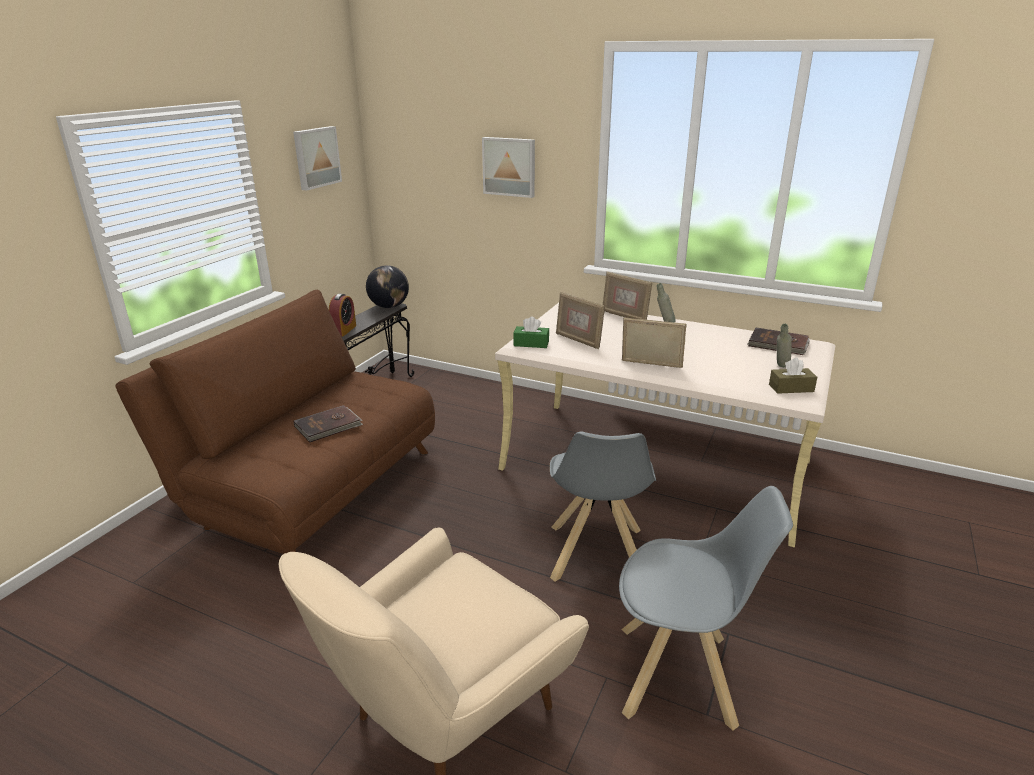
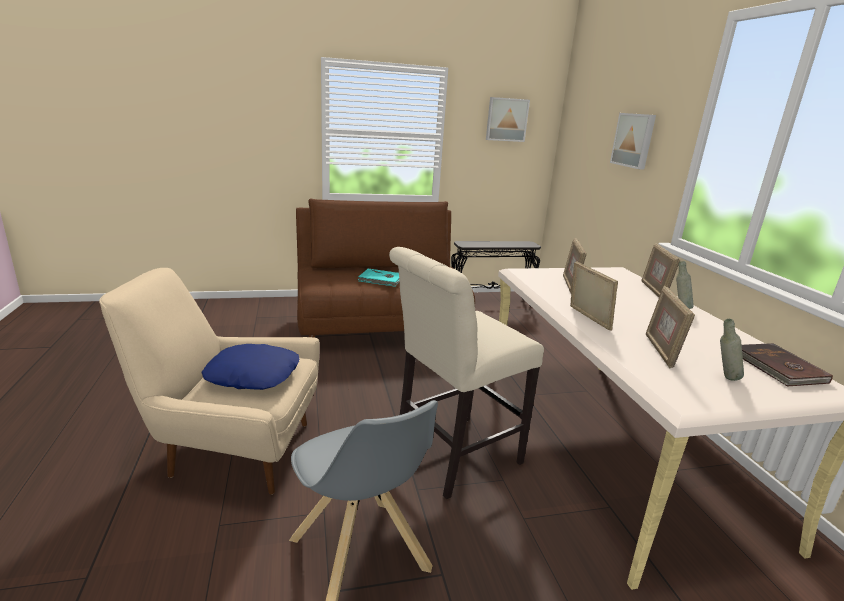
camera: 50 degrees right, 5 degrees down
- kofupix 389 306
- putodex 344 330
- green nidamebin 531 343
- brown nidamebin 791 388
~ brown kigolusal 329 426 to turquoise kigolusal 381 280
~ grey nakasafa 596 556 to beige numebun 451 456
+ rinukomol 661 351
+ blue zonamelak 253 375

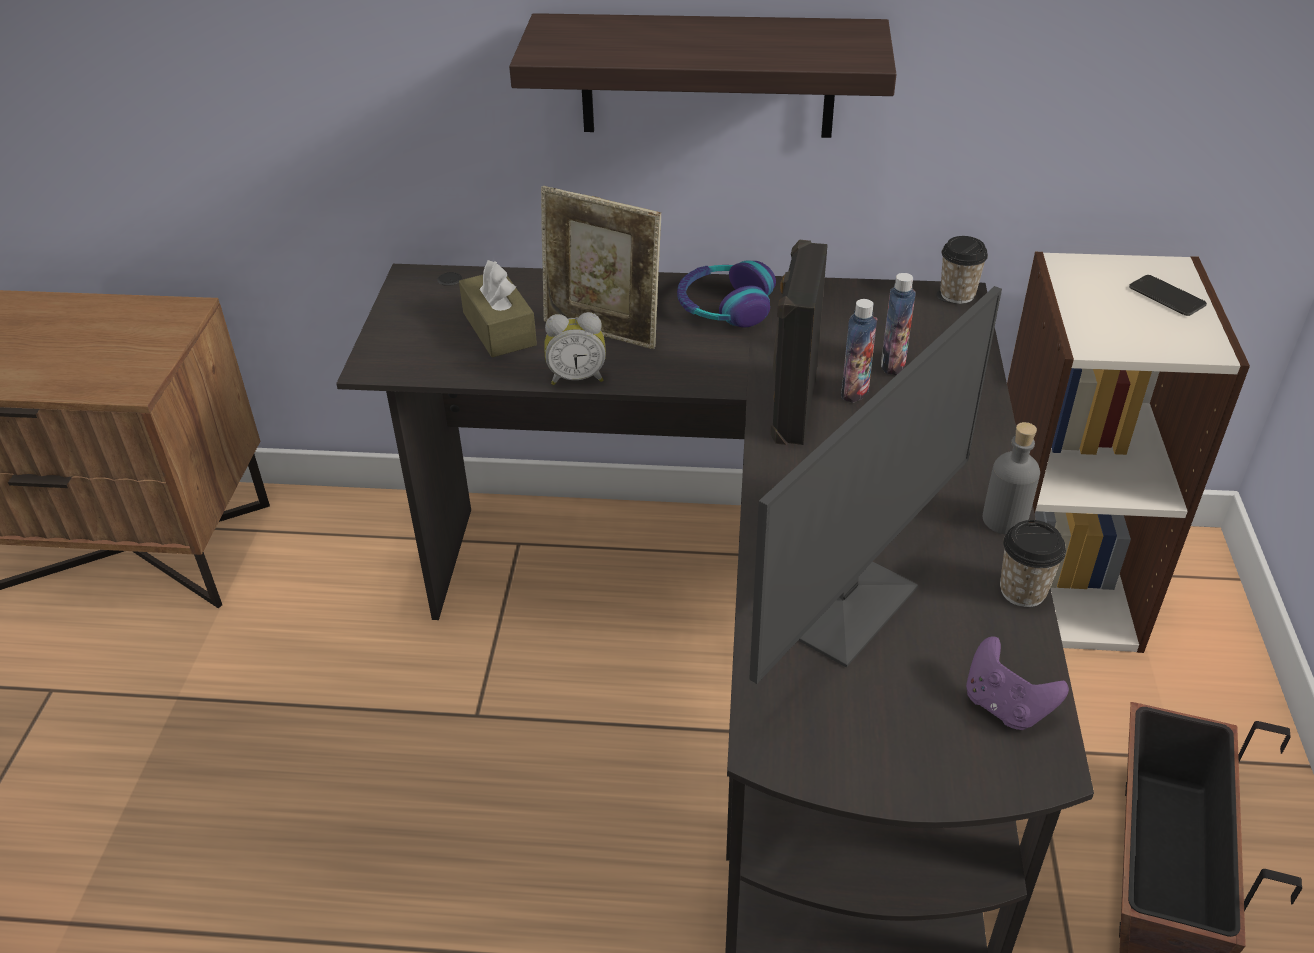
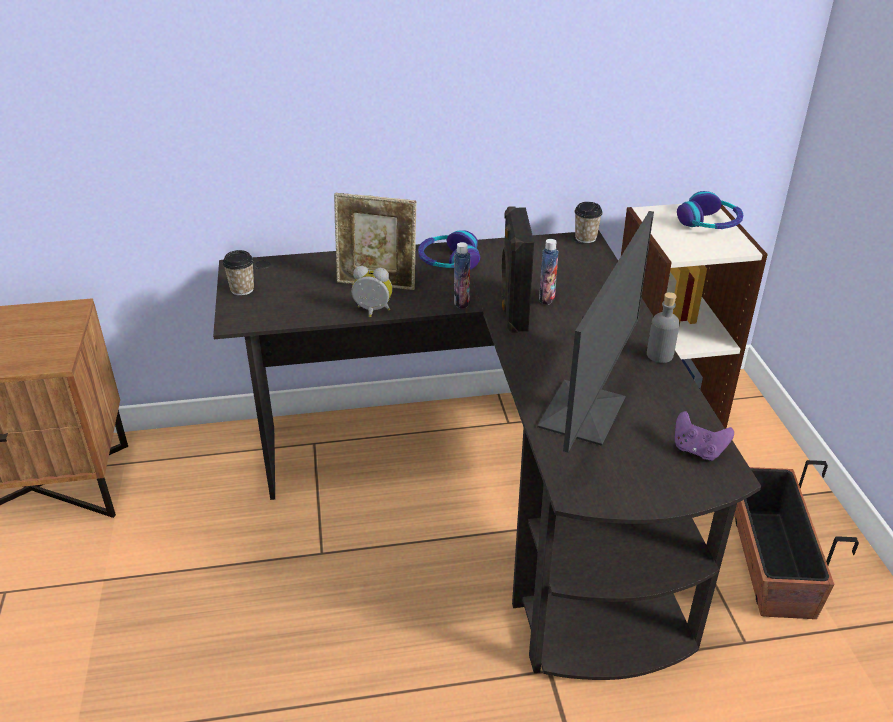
camera: 15 degrees left, 5 degrees down
- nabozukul 707 76
- brown nidamebin 499 329
~ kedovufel 893 364 to 461 302
~ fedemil 1166 296 to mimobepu 709 223
~ putodex 577 377 = 372 312 150 degrees counterclockwise
~ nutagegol 1022 591 to 242 289

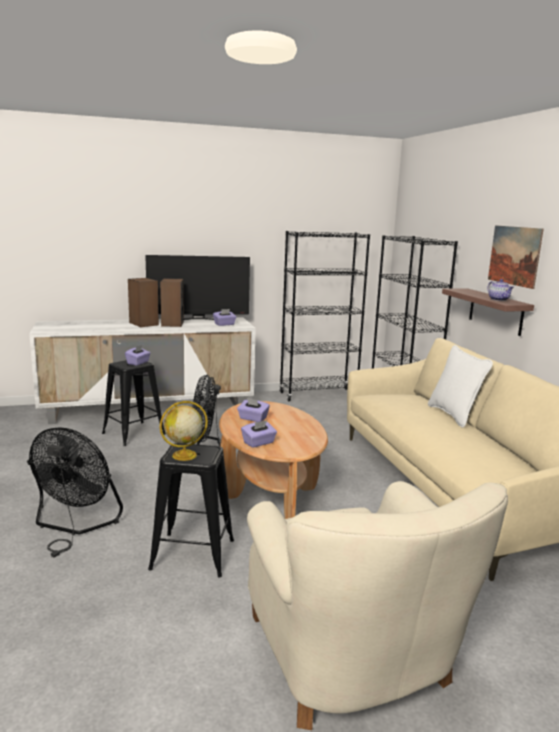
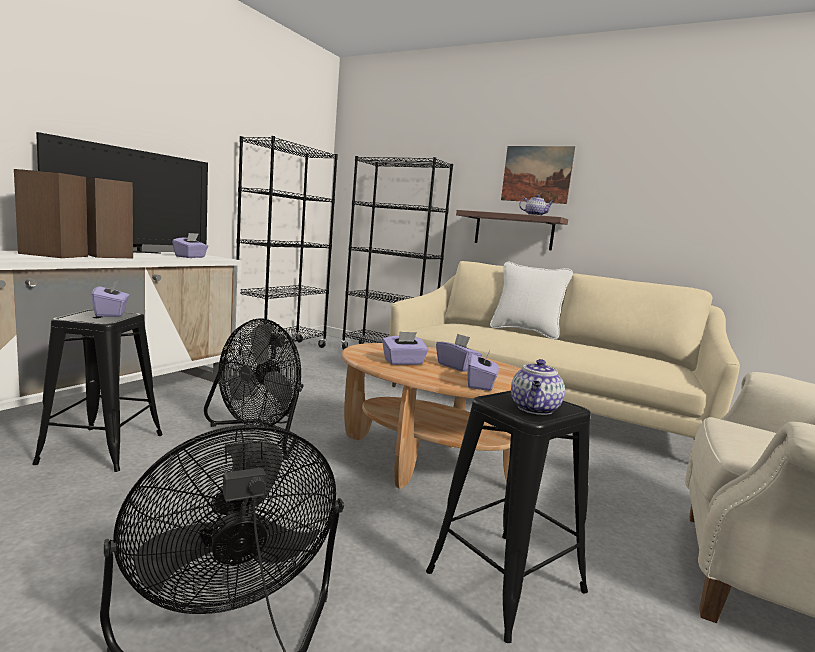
camera: 45 degrees left, 5 degrees down
~ kofupix 183 455 to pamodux 535 409
+ purple nidamebin 457 366

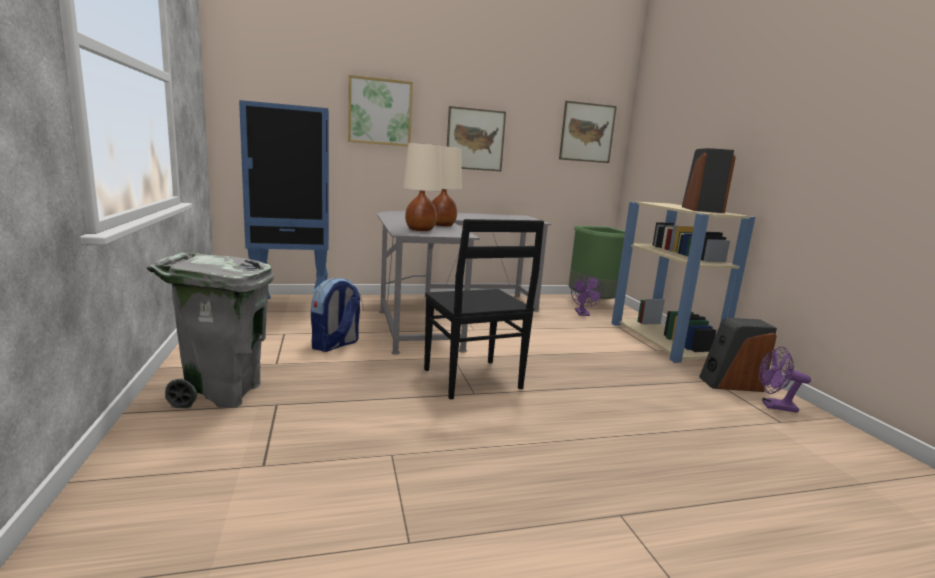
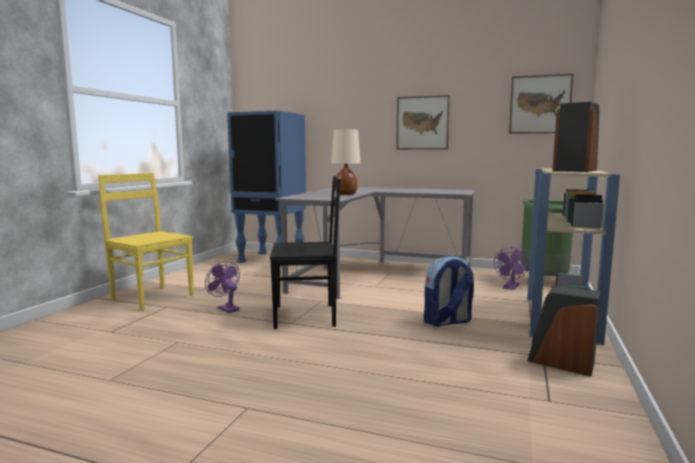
camera: 35 degrees right, 5 degrees down
- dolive 380 112
- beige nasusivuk 420 230
~ black nakasafa 473 380 = 307 316 105 degrees counterclockwise
~ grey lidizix 223 393 to yellow nakasafa 152 297
~ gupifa 335 345 to 447 322
~ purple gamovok 774 406 to 226 309

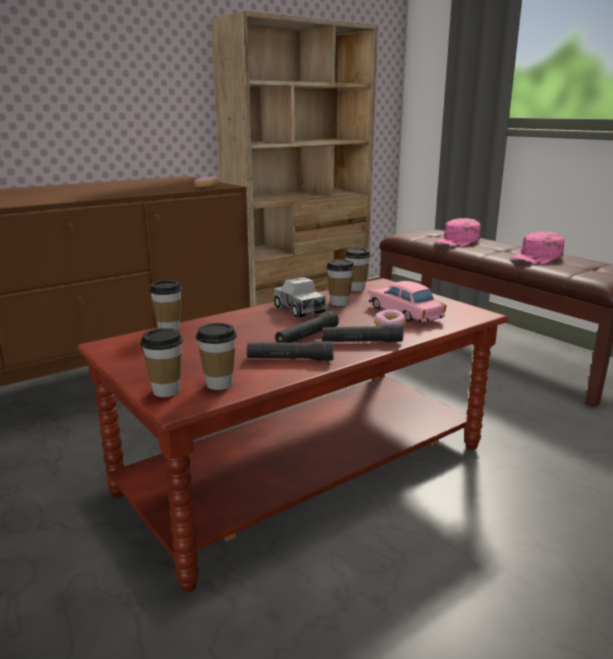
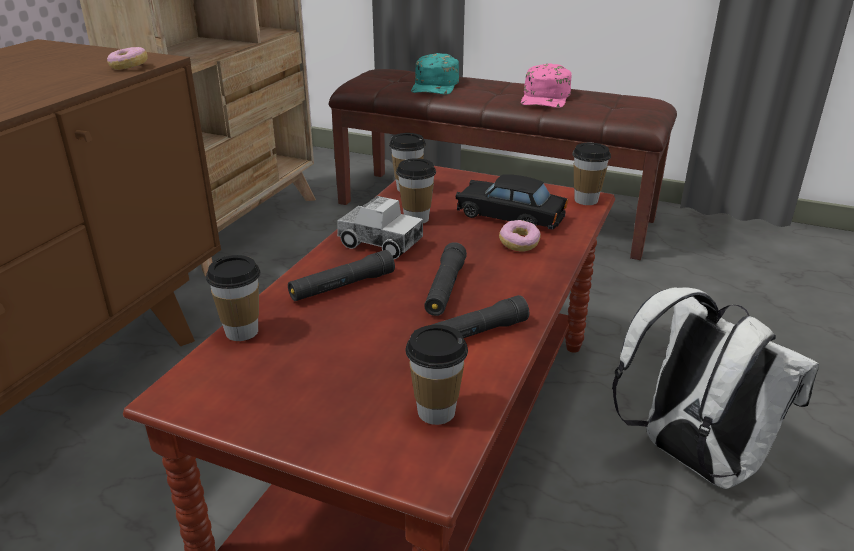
camera: 30 degrees left, 10 degrees up
~ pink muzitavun 458 241 to turquoise muzitavun 435 85
~ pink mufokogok 405 313 to black mufokogok 510 216
~ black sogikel 361 342 to 342 286
~ nutagegol 166 391 to 586 200
+ white gupifa 690 459

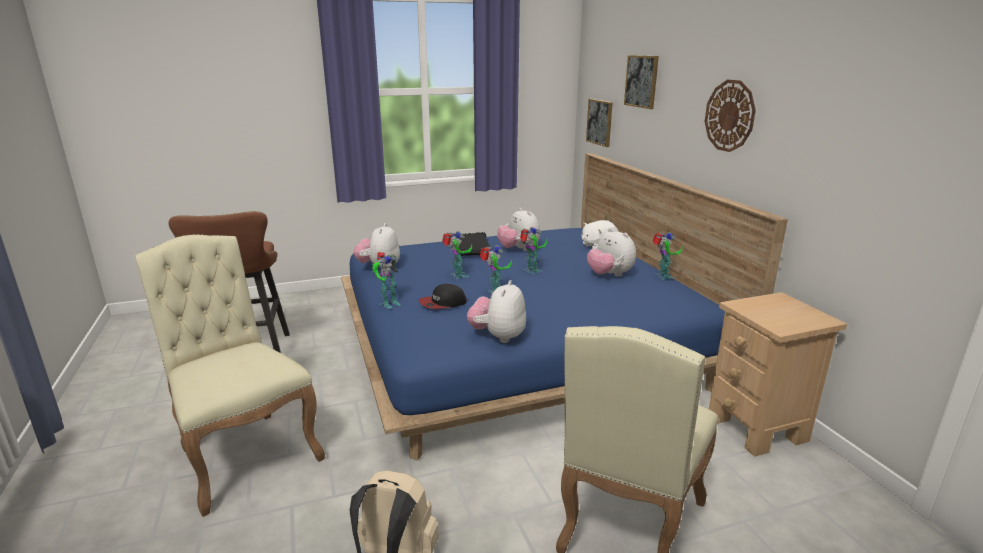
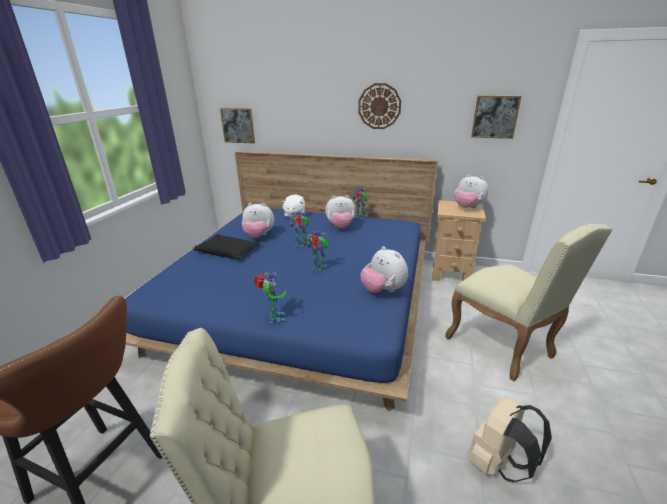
camera: 55 degrees left, 5 degrees up
~ dolive 641 81 to 495 117
~ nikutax 379 267 to 467 208
- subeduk 458 276
- muzitavun 442 303

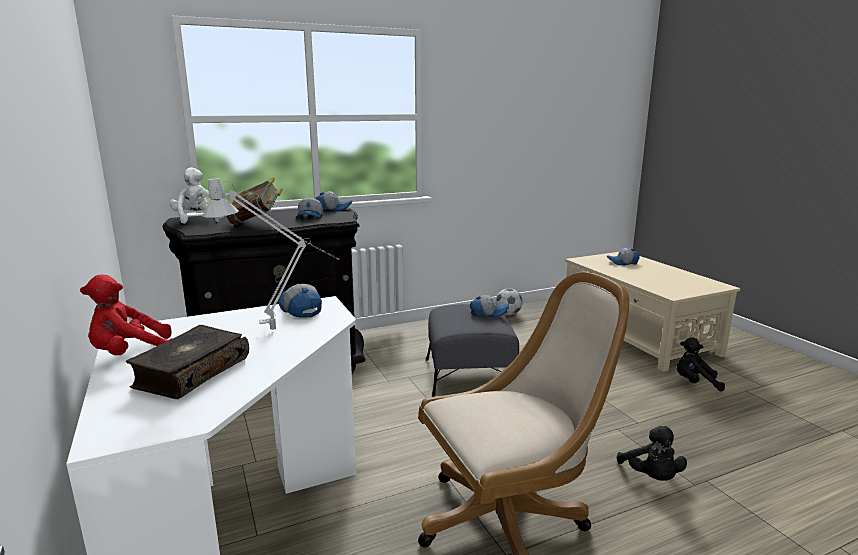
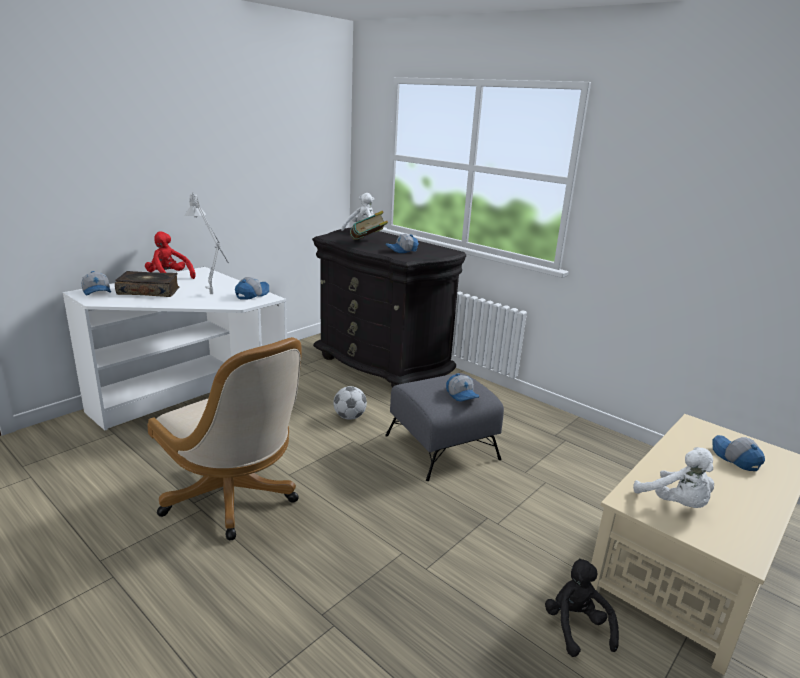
camera: 65 degrees right, 5 degrees up
~ muzitavun 333 209 to 97 291
~ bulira 508 314 to 350 417
- black nikutax 651 477
+ white nikutax 675 504

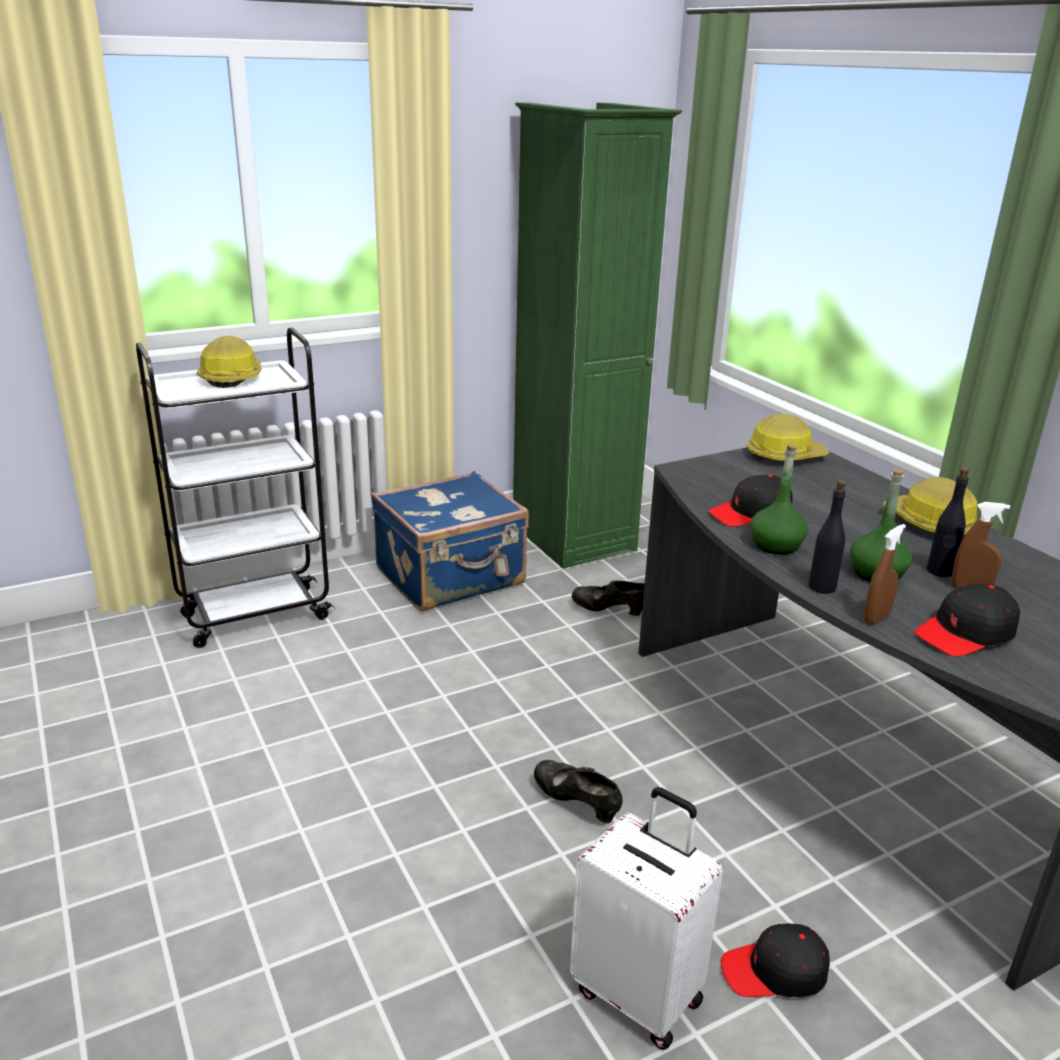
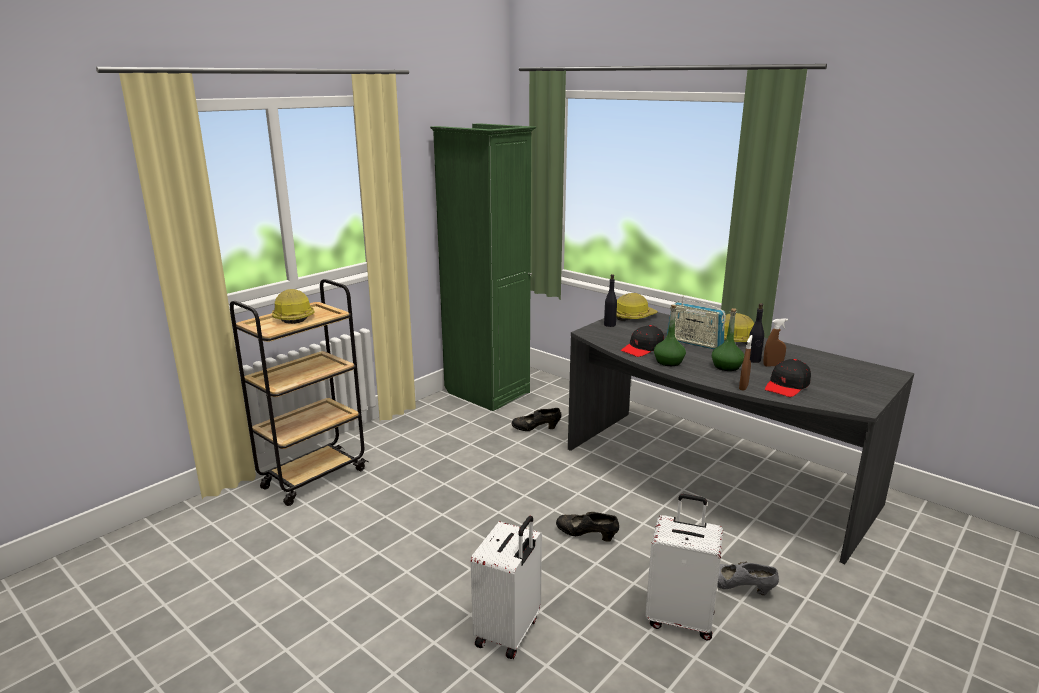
camera: 20 degrees left, 5 degrees down
~ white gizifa 256 615 to brown gizifa 314 478
- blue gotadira 452 578
~ black kedovufel 822 587 to 609 325
~ black muzitavun 775 972 to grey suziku 737 588
+ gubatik 694 342
+ white gotadira 509 632

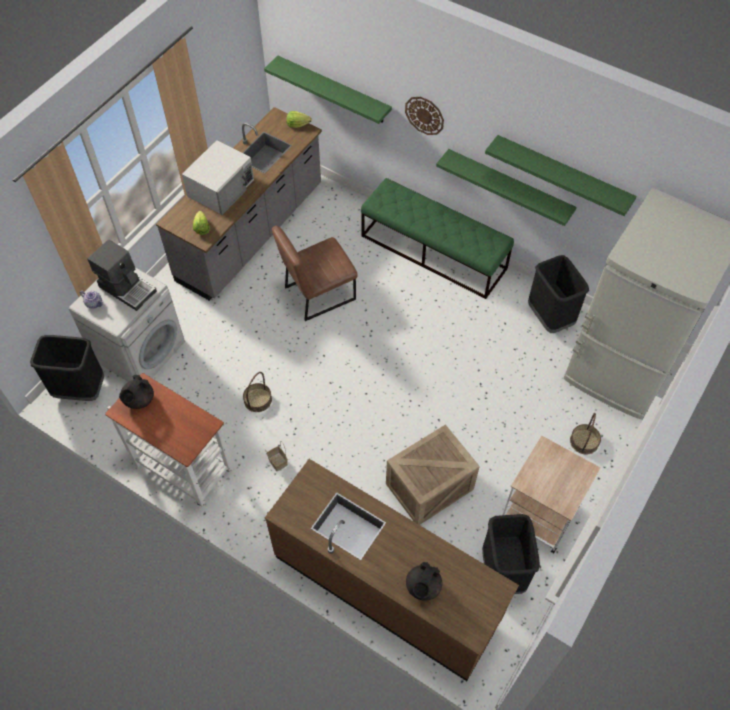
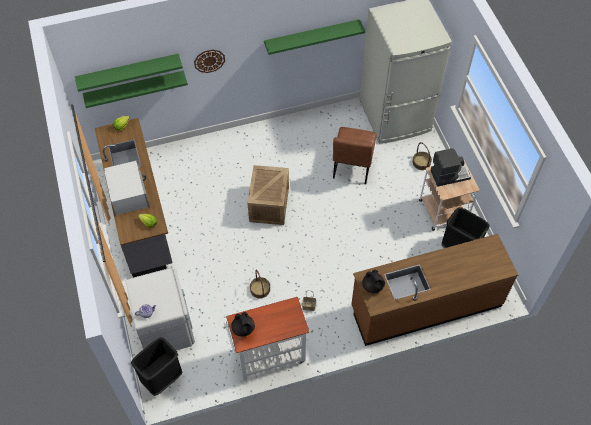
camera: 50 degrees left, 0 degrees up
~ green nabozukul 509 186 to 128 71
- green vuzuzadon 434 252
~ brown nakasafa 318 293 to 352 166
~ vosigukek 127 288 to 449 174
- black lidizix 550 317
~ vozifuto 429 487 to 269 205
~ black pamodux 423 587 to 373 286

